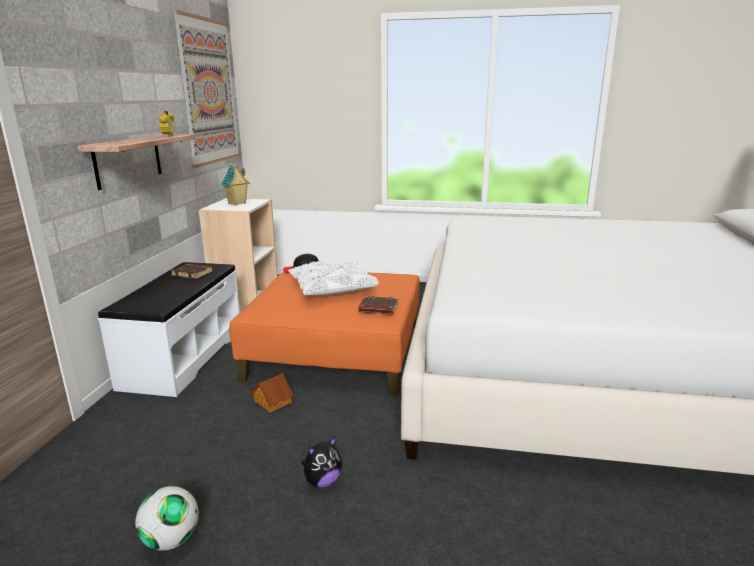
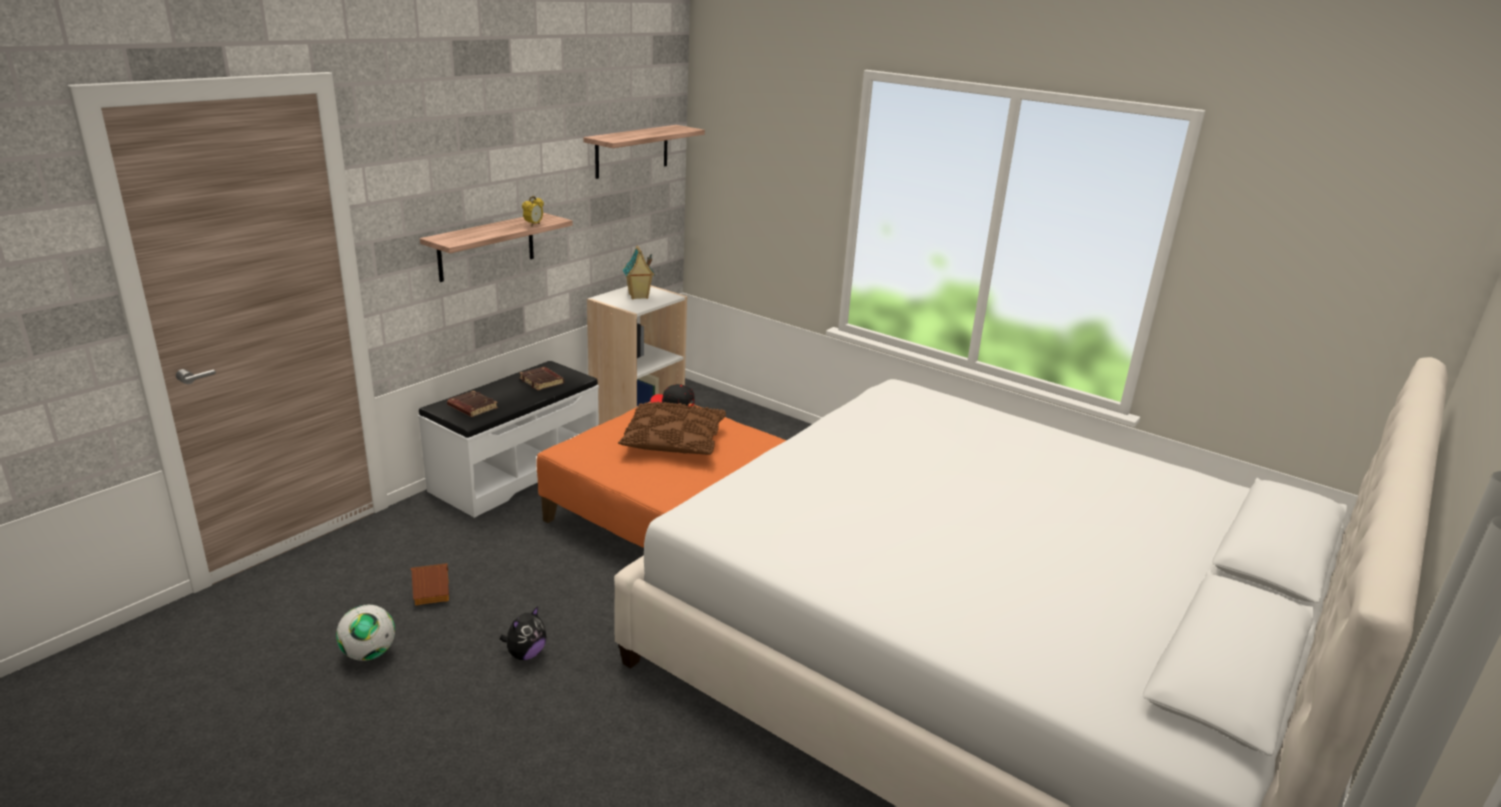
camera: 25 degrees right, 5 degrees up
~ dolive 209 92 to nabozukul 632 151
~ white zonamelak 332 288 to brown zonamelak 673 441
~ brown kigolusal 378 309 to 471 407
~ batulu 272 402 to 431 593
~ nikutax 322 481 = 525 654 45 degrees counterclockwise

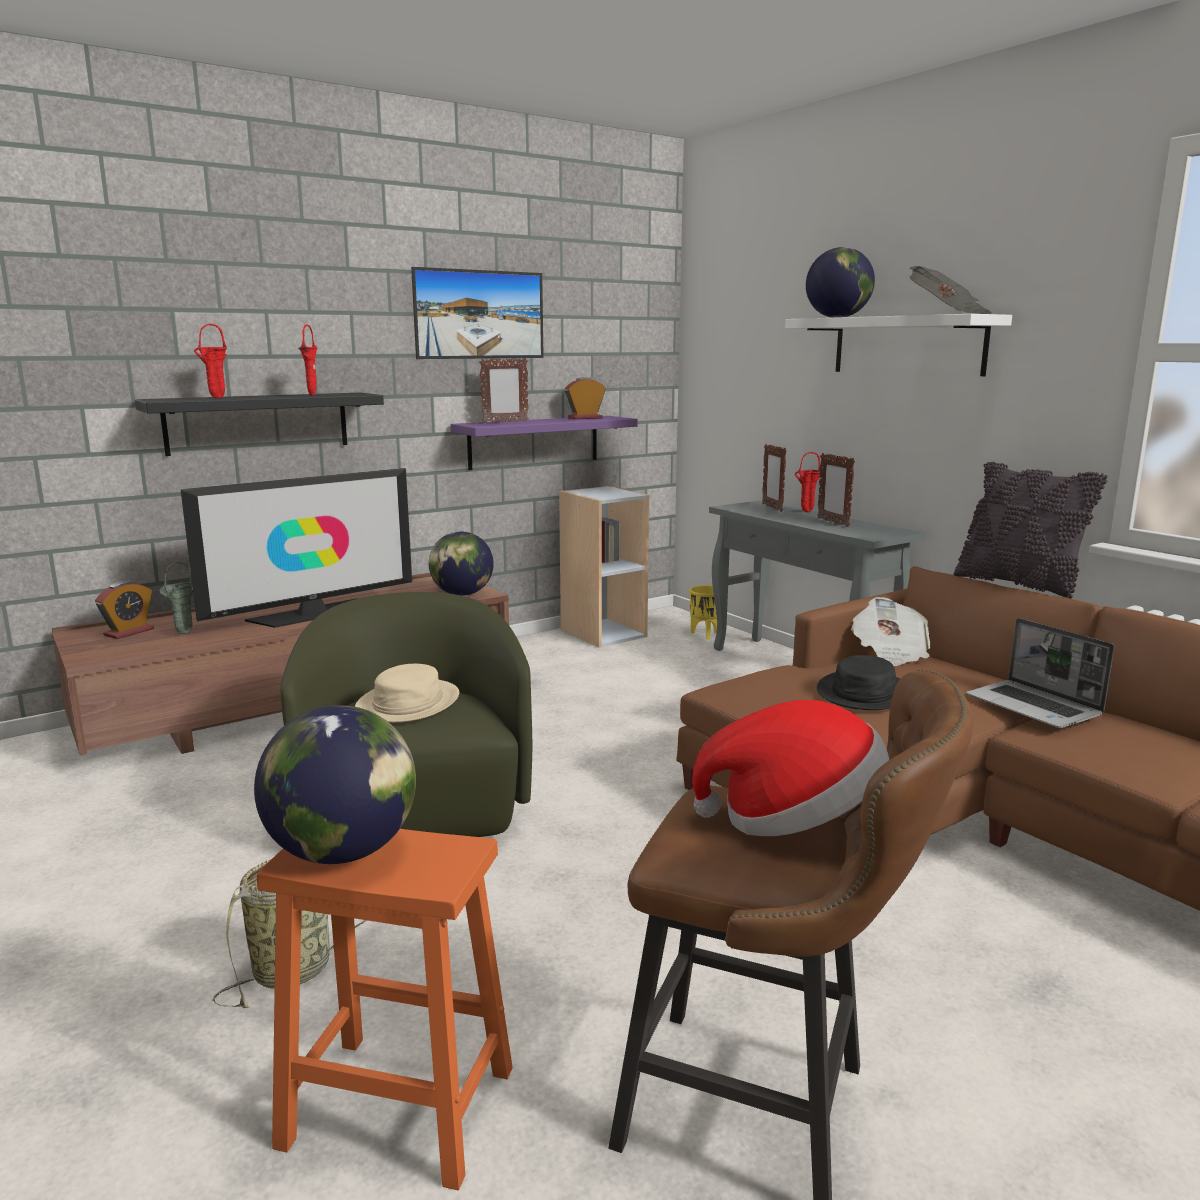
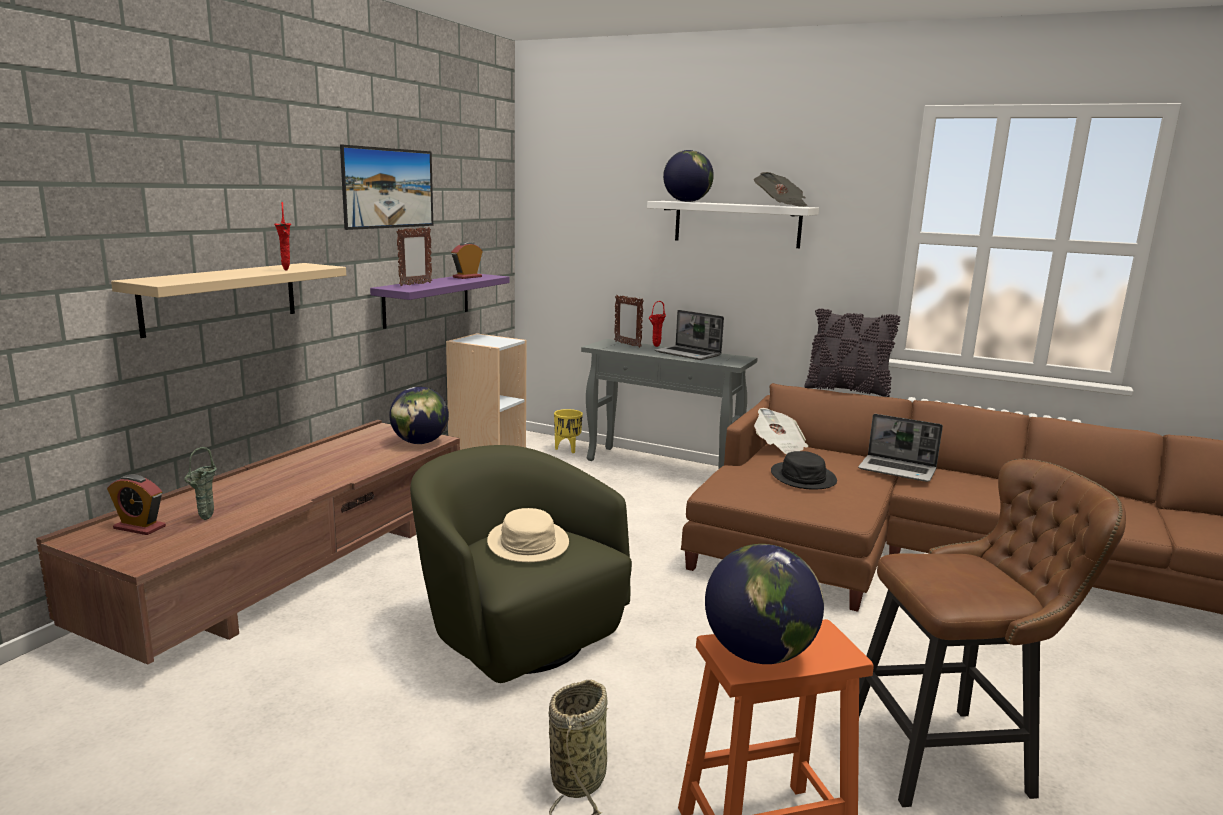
camera: 30 degrees left, 0 degrees up
- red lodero 216 398
~ black nabozukul 258 423 to beige nabozukul 221 297
~ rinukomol 833 522 to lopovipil 689 354
- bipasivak 312 614
~ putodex 129 632 = 139 527 105 degrees clockwise
- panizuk 793 819

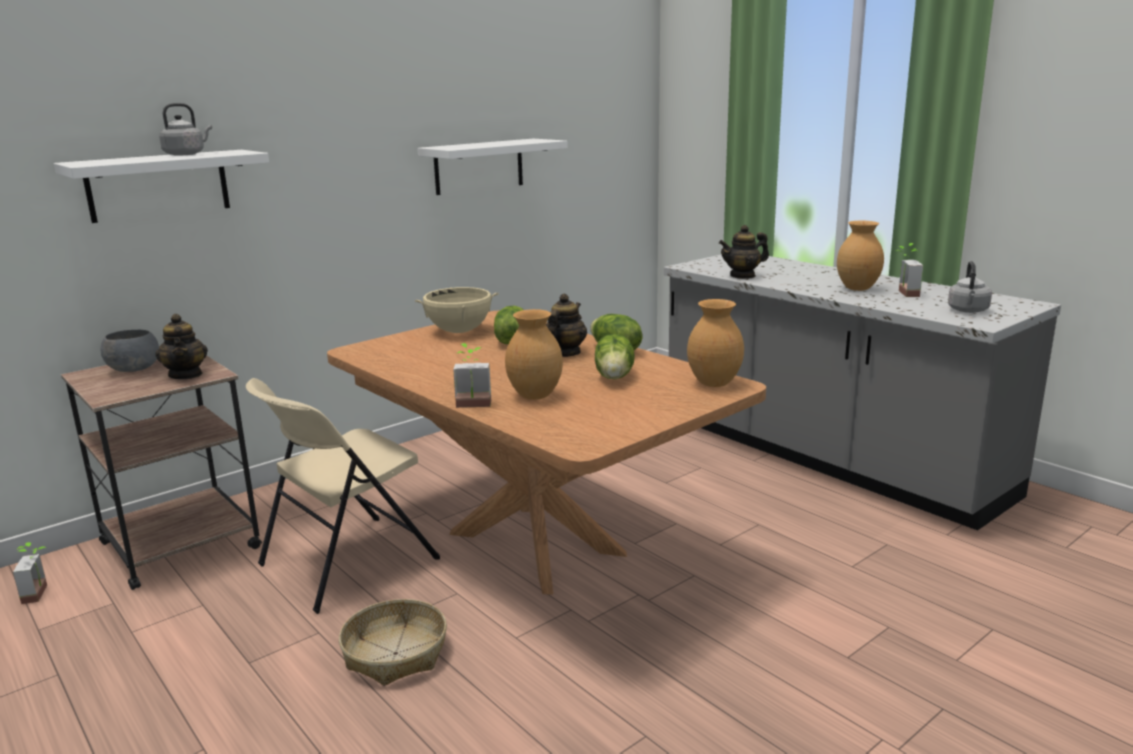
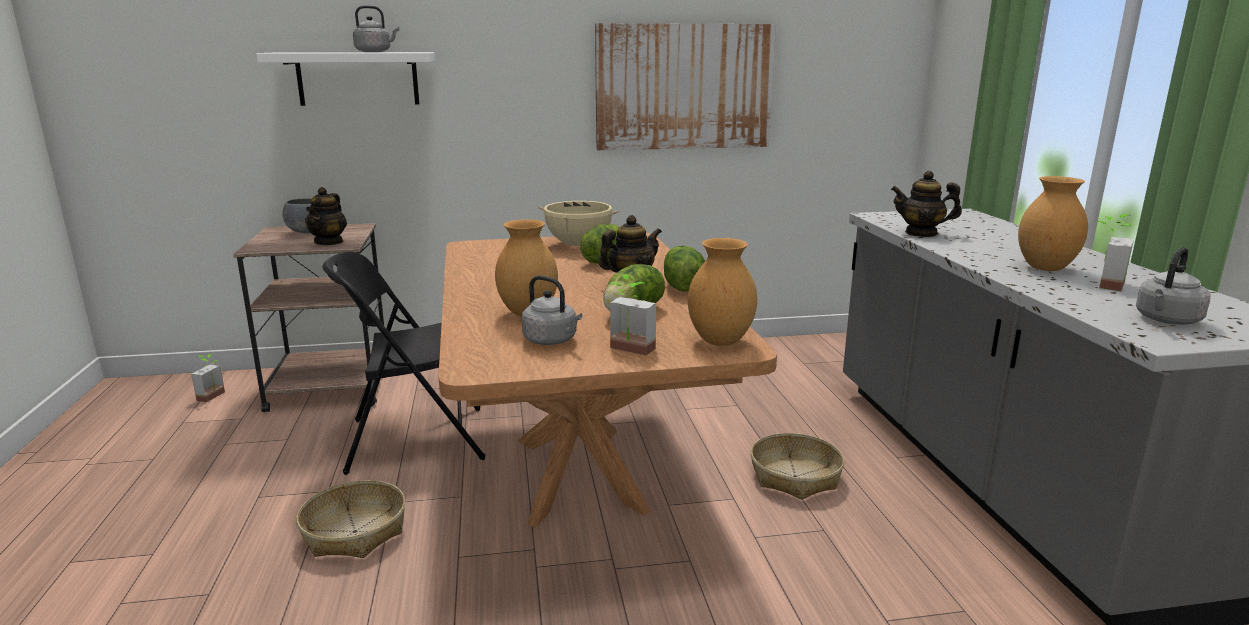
camera: 30 degrees right, 0 degrees up
~ white nabozukul 479 166 to dolive 684 87
~ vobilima 473 406 to 628 351
~ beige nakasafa 348 561 to black nakasafa 417 438
+ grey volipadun 552 341
+ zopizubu 795 477

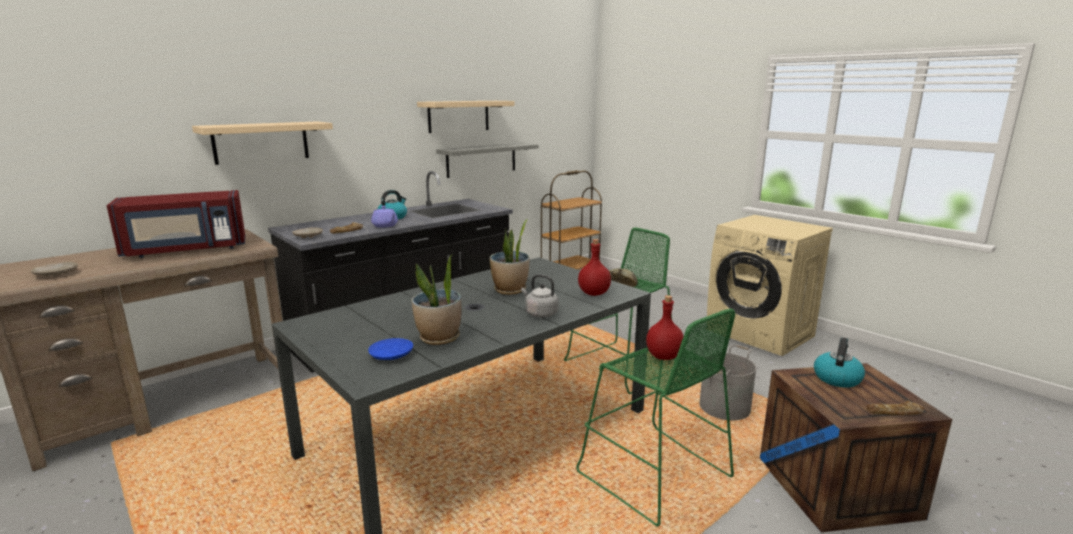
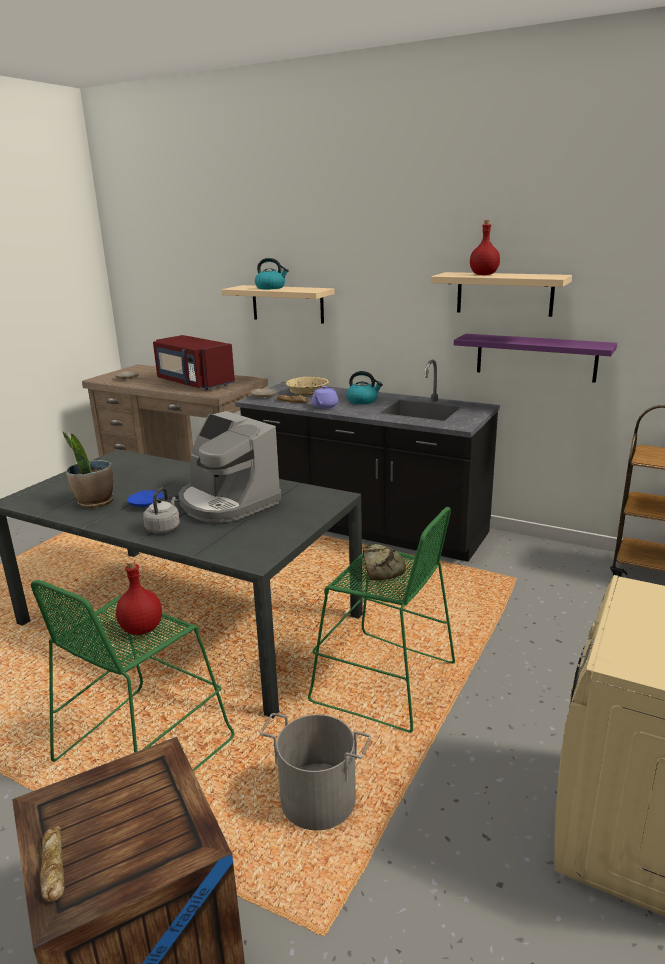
camera: 70 degrees right, 5 degrees up
~ grey nabozukul 481 159 to purple nabozukul 535 357
~ vobilima 510 290 to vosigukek 227 502
~ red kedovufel 593 293 to 484 274
~ volipadun 836 378 to 271 288
~ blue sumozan 391 355 to 146 504
+ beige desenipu 307 393

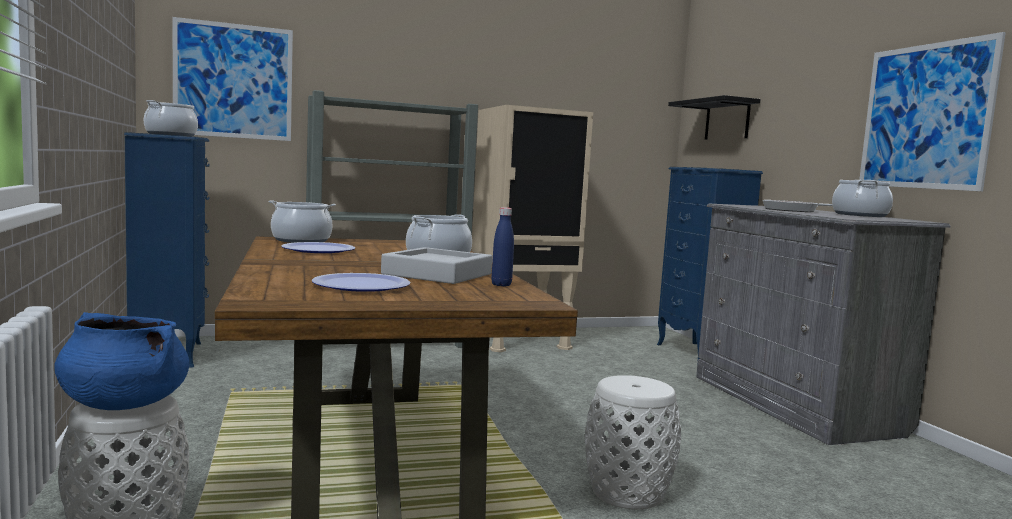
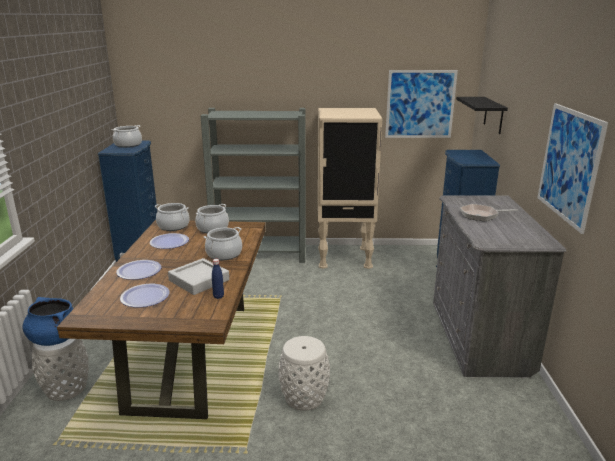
camera: 20 degrees right, 15 degrees up
~ dolive 233 81 to 420 104
~ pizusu 859 215 to 212 228
+ sumozan 139 271

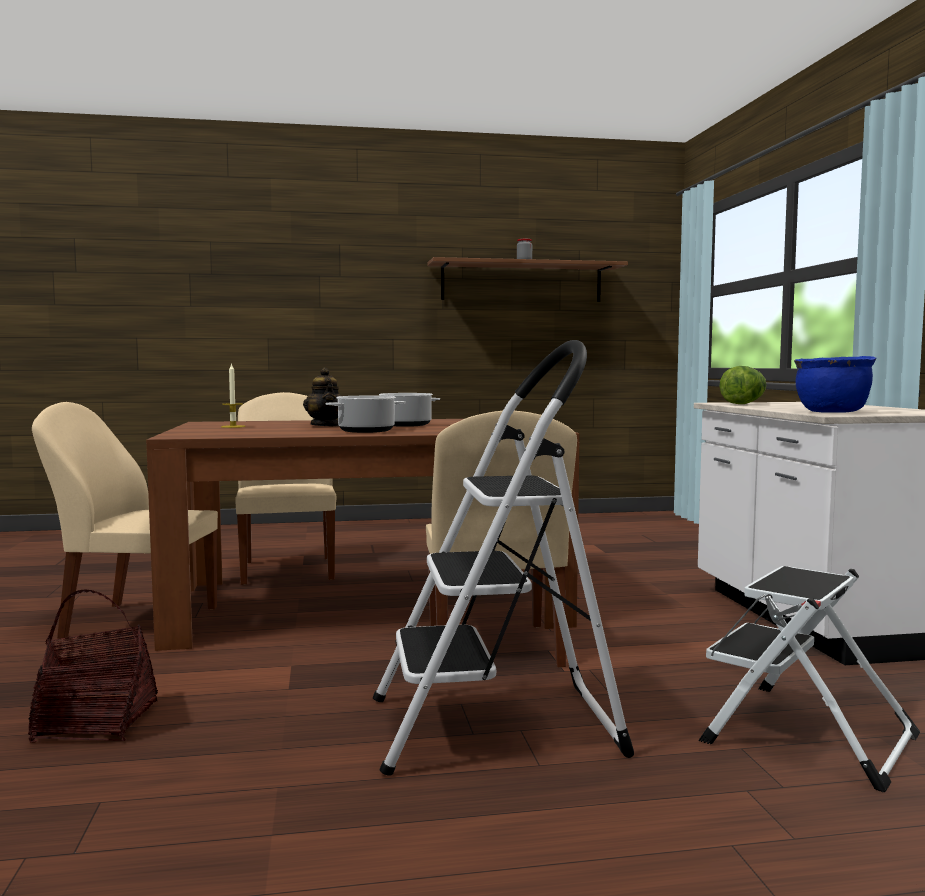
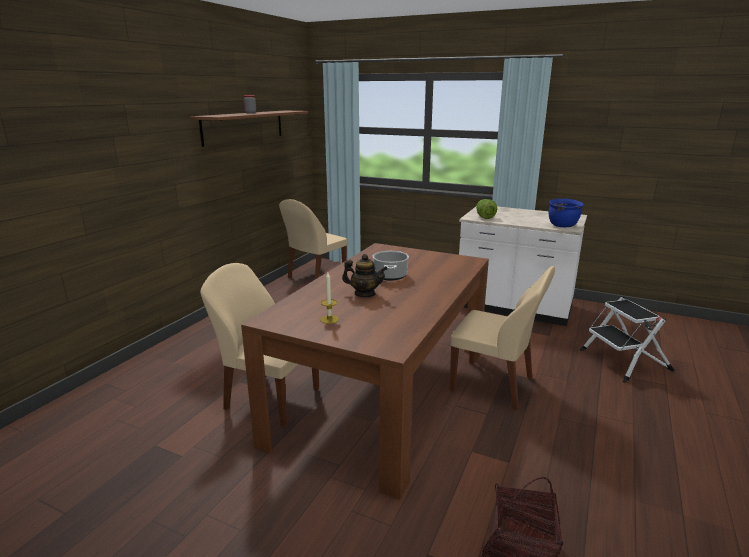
camera: 55 degrees left, 15 degrees up
- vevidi 502 727
- pizusu 367 431
~ beige nakasafa 137 622 to 315 277

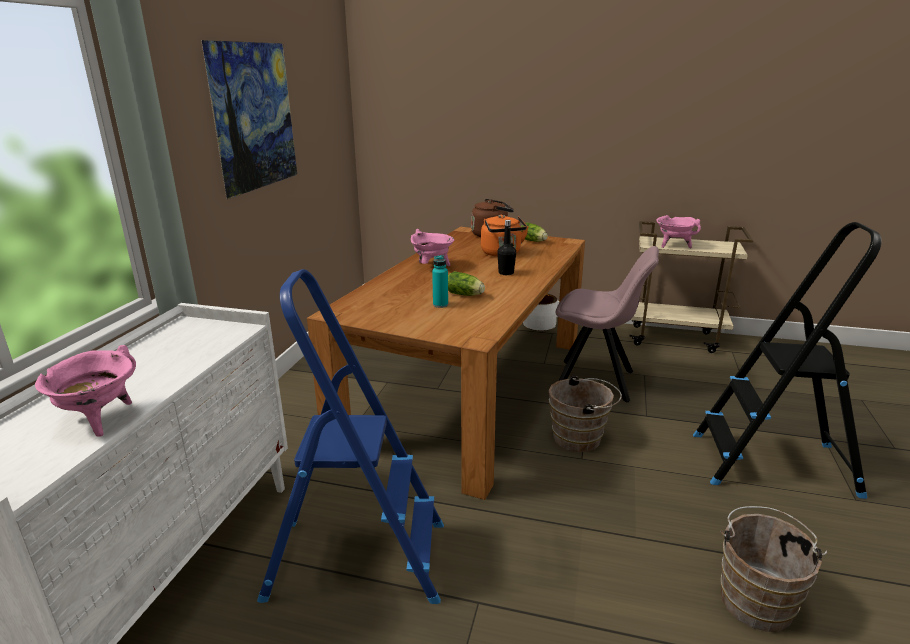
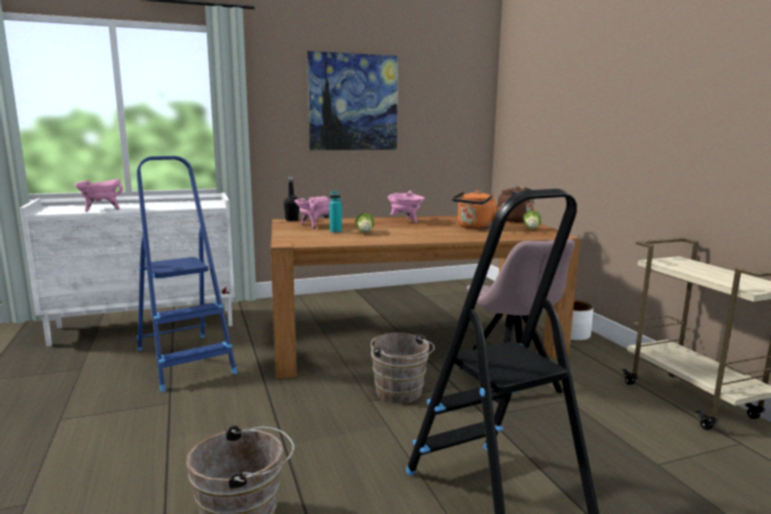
camera: 55 degrees right, 10 degrees down
~ pink pizusu 673 246 to 314 226
~ black kedovufel 506 273 to 292 220

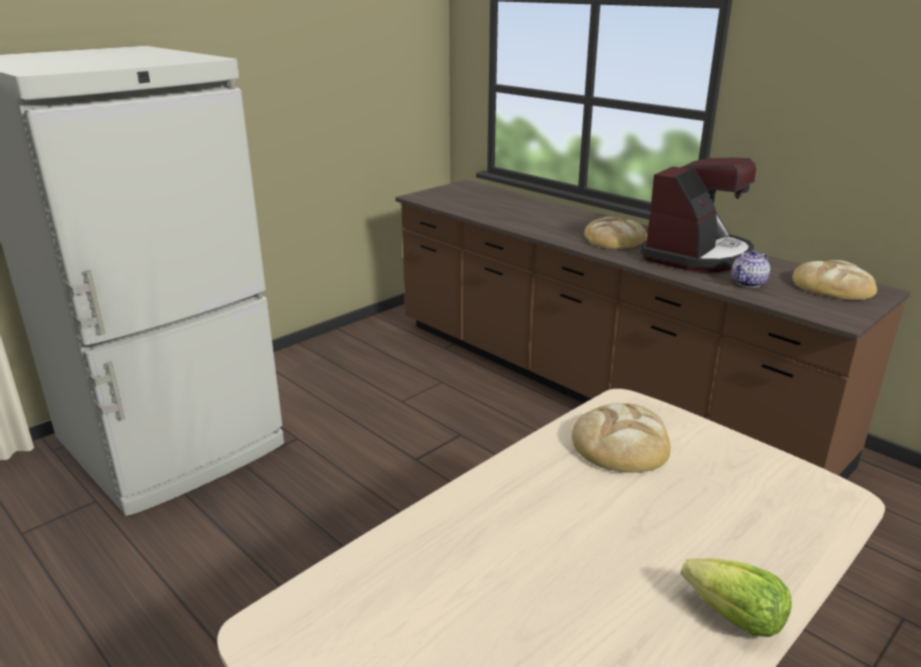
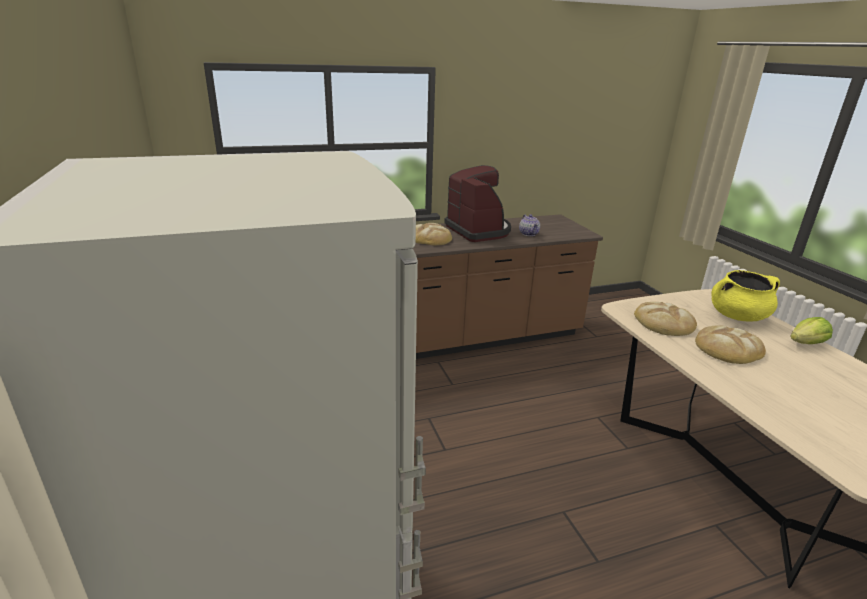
camera: 65 degrees left, 0 degrees up
~ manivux 832 286 to 728 349
+ yellow pizusu 738 316

